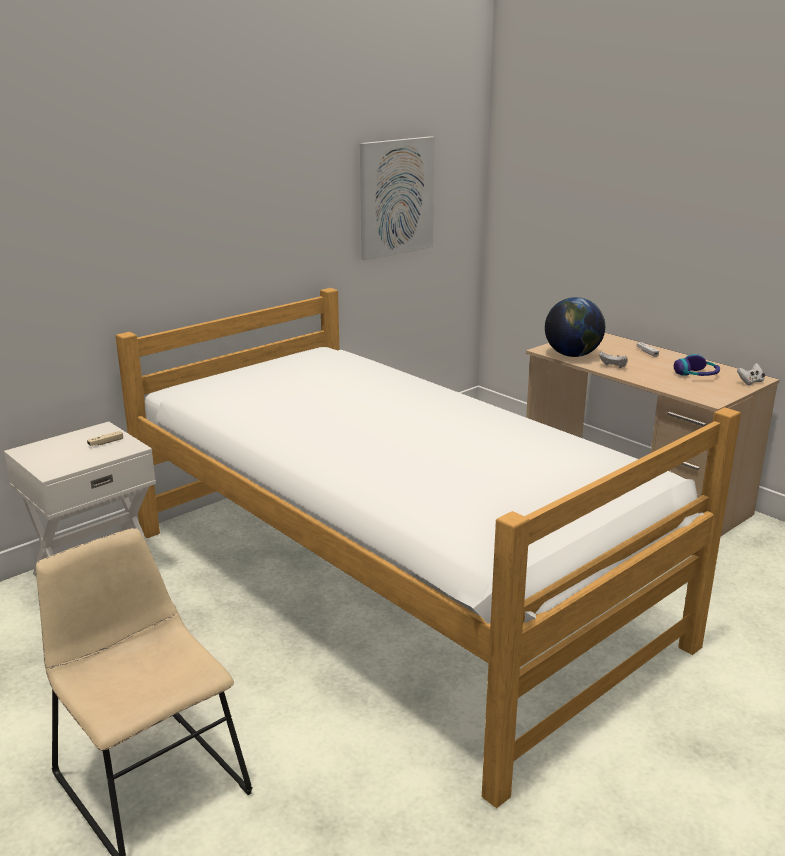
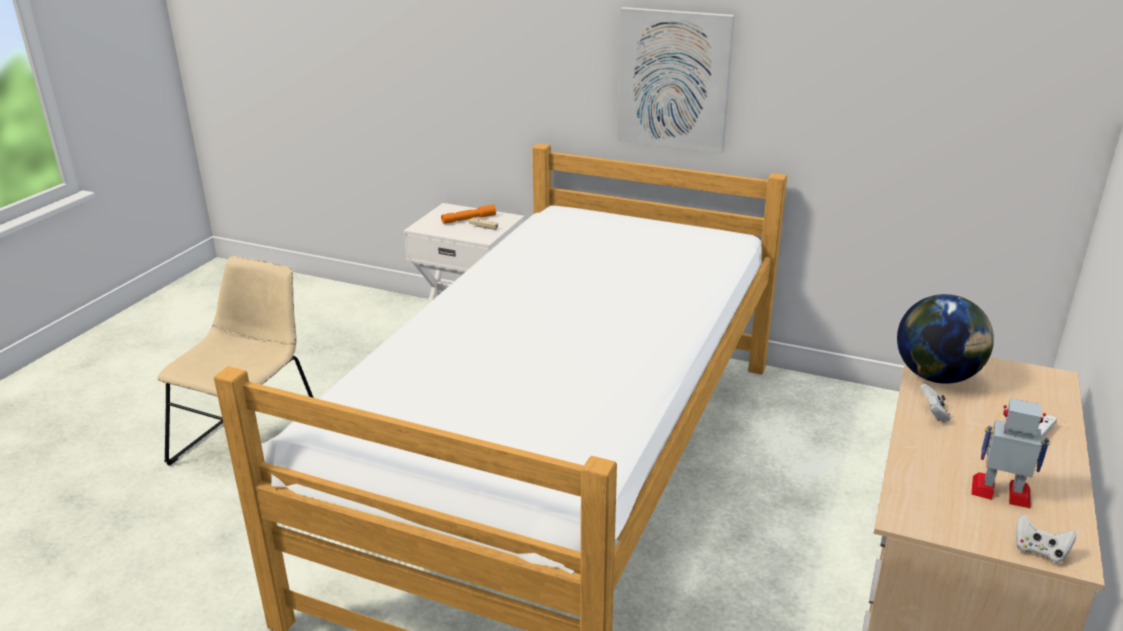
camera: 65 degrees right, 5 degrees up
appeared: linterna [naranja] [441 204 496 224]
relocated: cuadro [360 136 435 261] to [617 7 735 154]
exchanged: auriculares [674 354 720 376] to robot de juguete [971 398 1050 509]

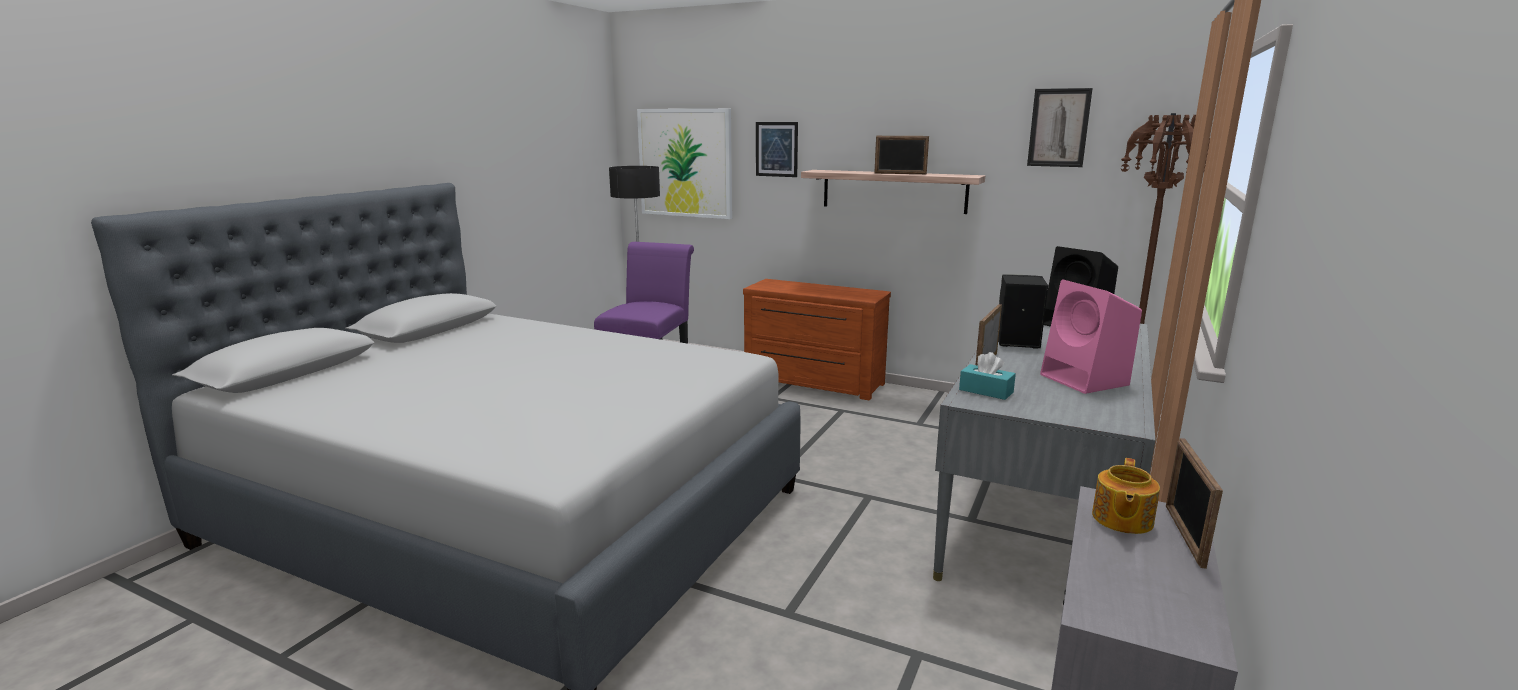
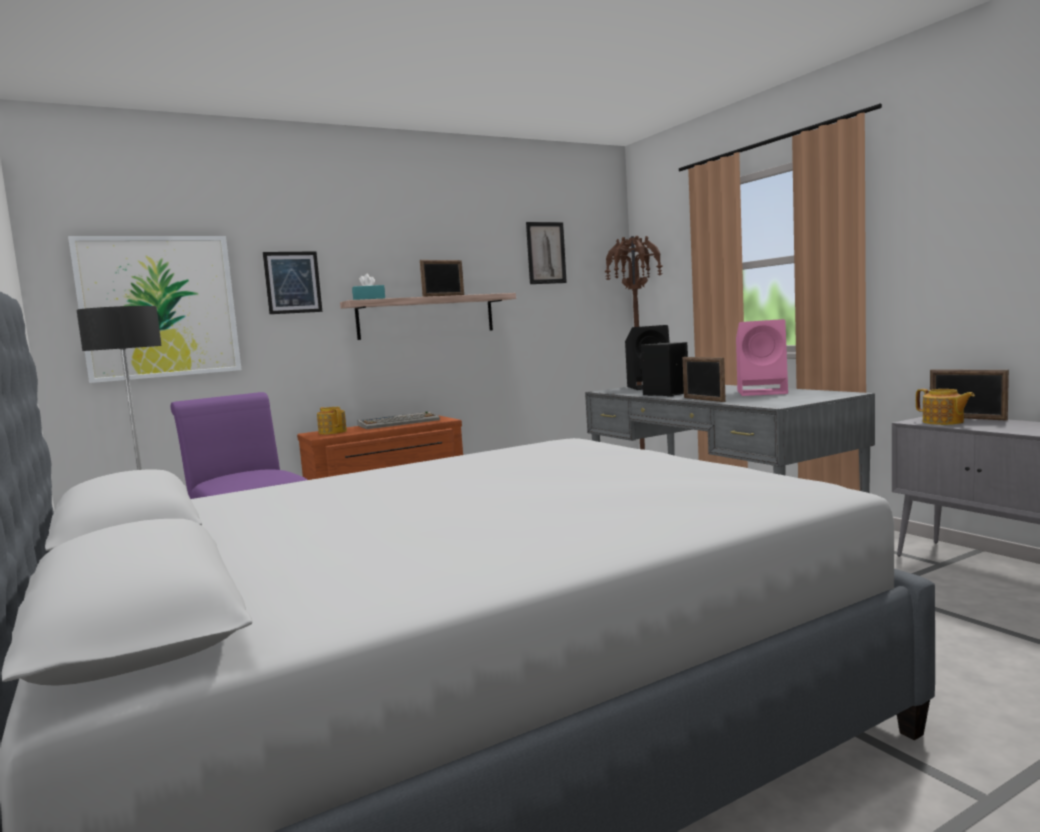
camera: 55 degrees left, 10 degrees down
appeared: tetera [317 407 347 435]; teclado [358 412 440 429]
relocated: caja de pañuelos [turquesa] [959 352 1016 400] to [352 274 385 300]

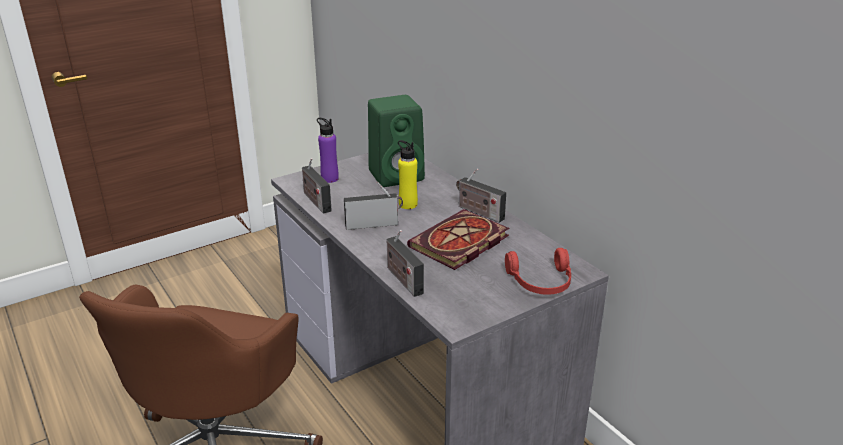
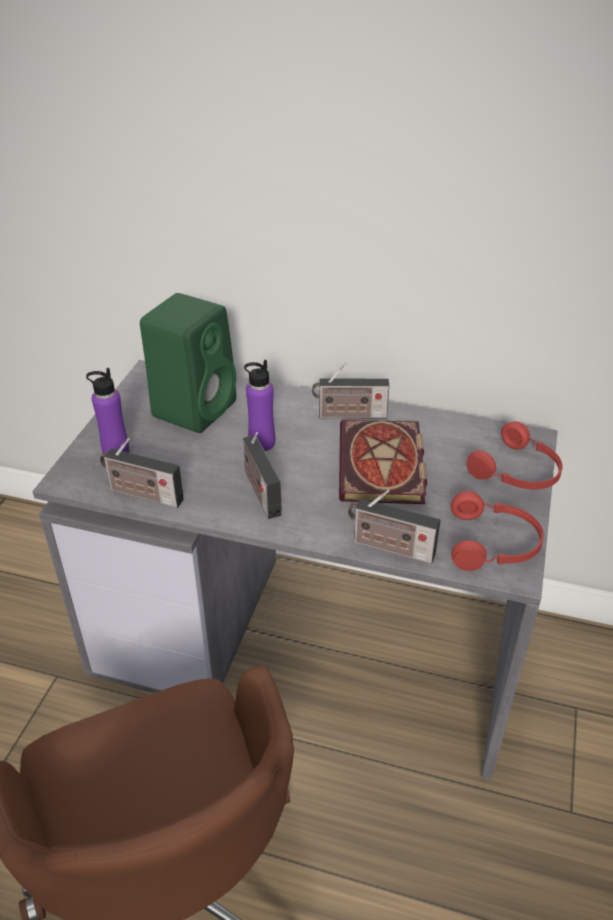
camera: 40 degrees left, 10 degrees up
appeared: auriculares [rojo] [451 491 544 571]
colour: botella [amarillo] [398 140 418 209] to botella [morado] [244 360 275 451]
spun: radio [344 181 403 230] = [243 432 282 519] 60 degrees counterclockwise

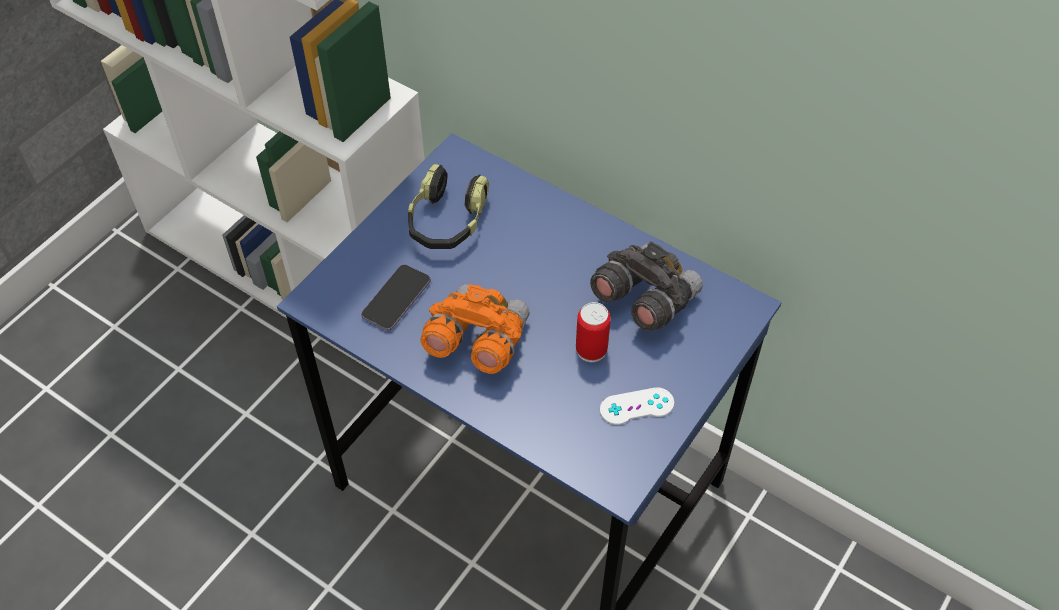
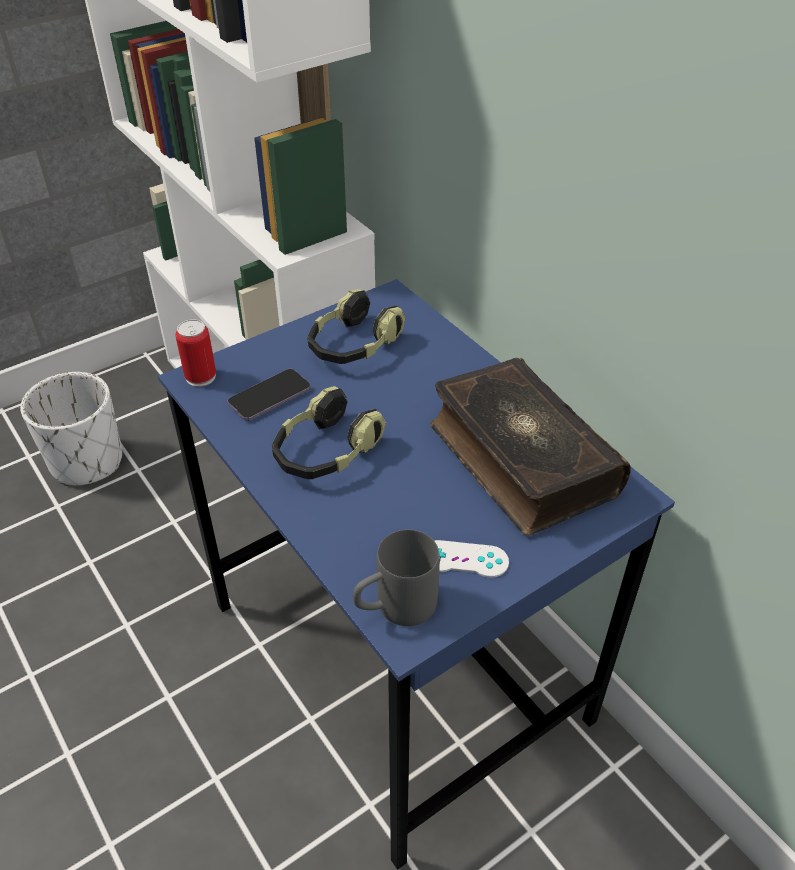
camera: 20 degrees right, 10 degrees down
appeared: maceta [blanco] [20 372 122 486]; taza grande [gris] [353 529 440 626]
relocated: lata [576 302 611 362] to [176 319 216 387]
exchanged: prismáticos [naranja] [420 284 530 374] to auriculares [272 386 386 479]; prismáticos [gris] [590 241 703 331] to libro [430 358 631 536]

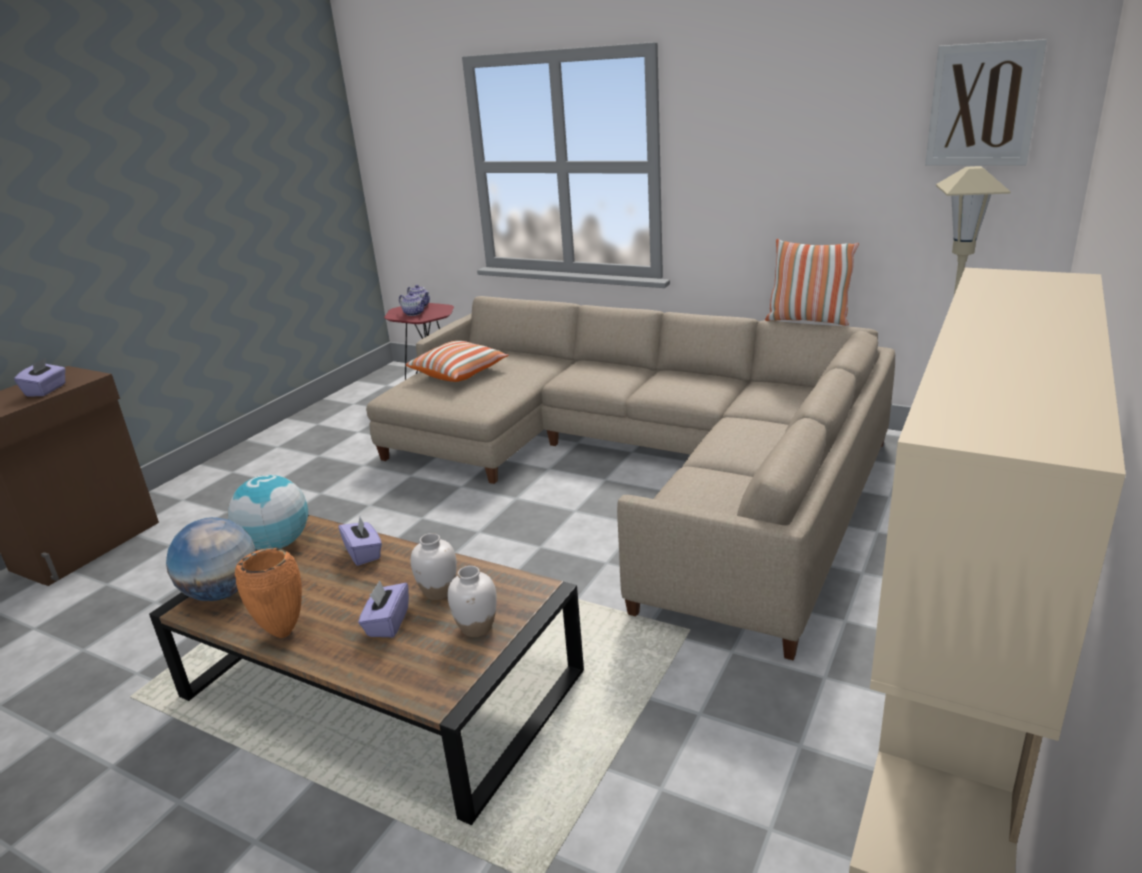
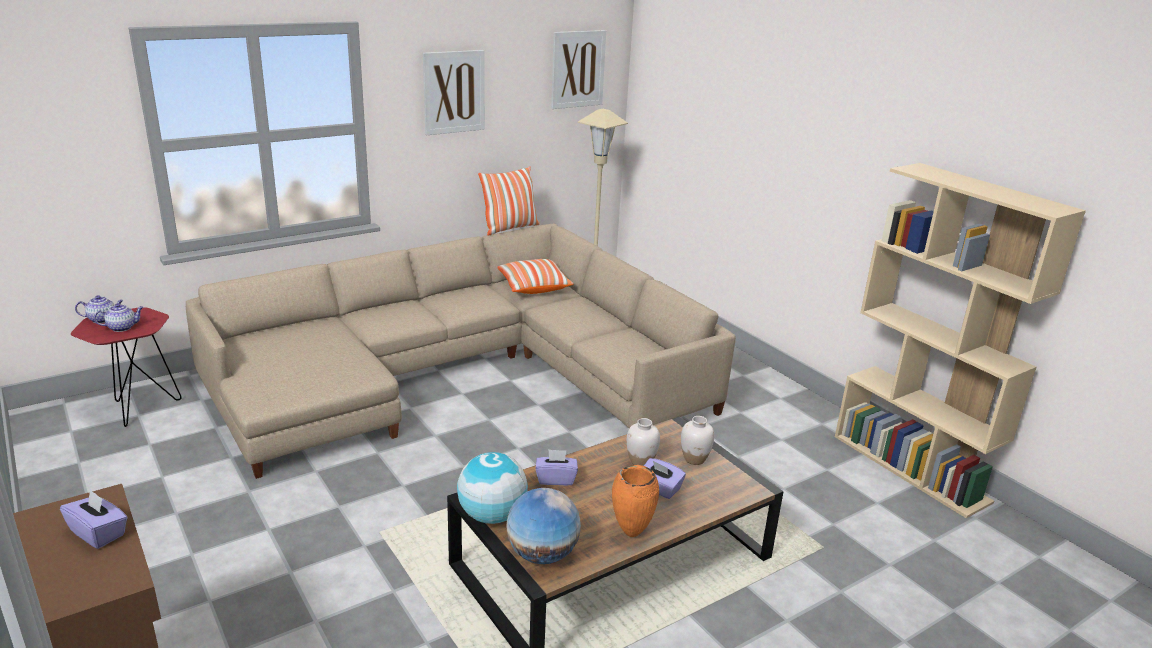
camera: 65 degrees left, 0 degrees up
appeared: cuadro [423 50 485 135]
relocated: cojín [406 341 509 382] to [498 259 574 294]

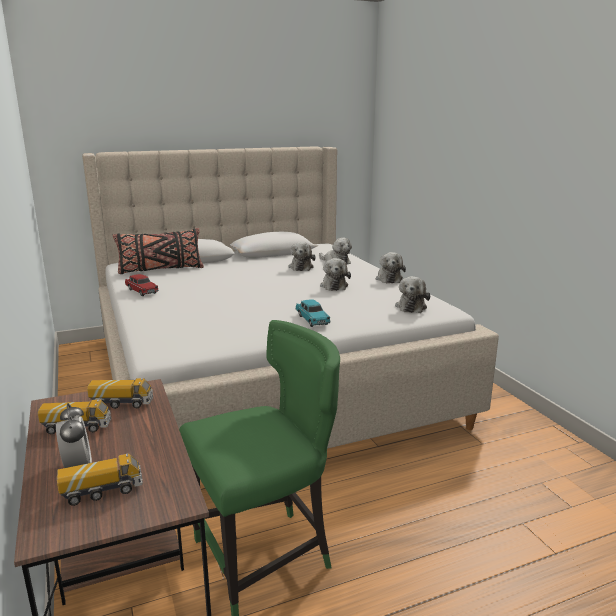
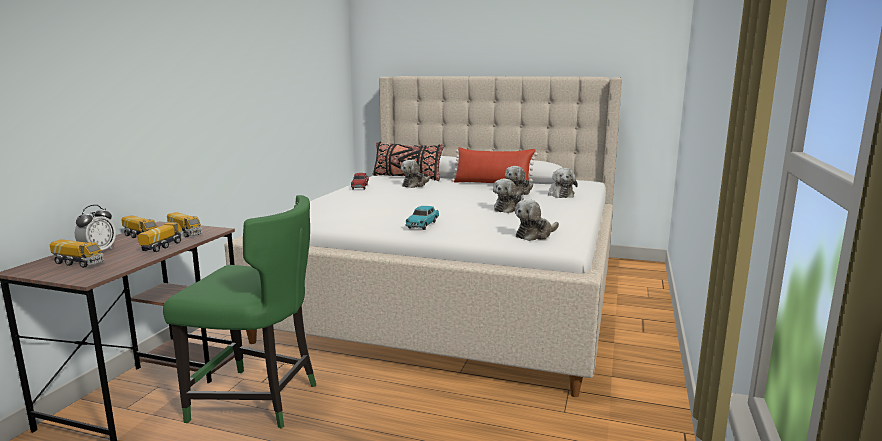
camera: 40 degrees right, 5 degrees down
appeared: camión de juguete [138 222 184 252]; cojín [rojo] [451 147 538 186]
relocated: peluche [376 252 406 283] to [401 160 430 188]

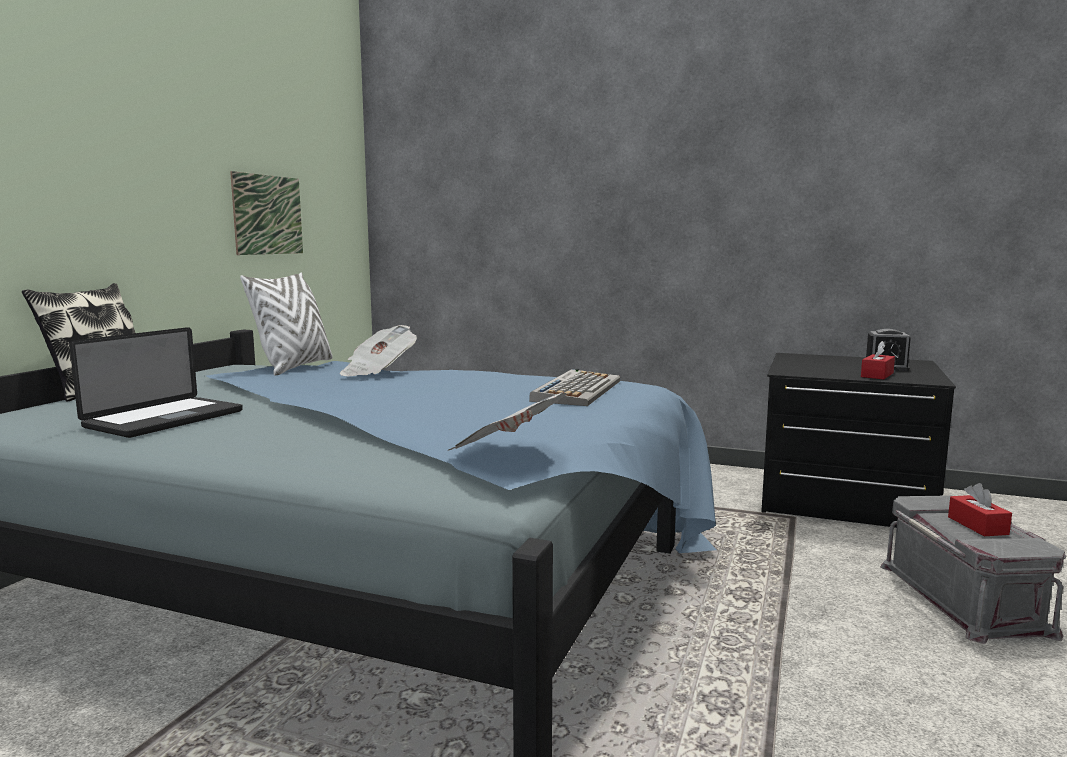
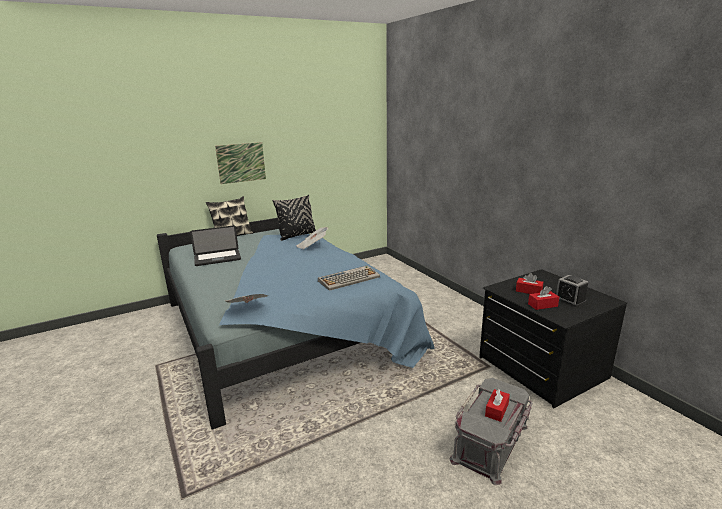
camera: 40 degrees right, 10 degrees up
appeared: caja de pañuelos [rojo] [516 273 543 294]
relocated: cuadro [230 171 303 255] to [215 142 266 184]
colour: cojín [blanco] [240 273 333 375] to cojín [negro] [272 195 316 241]

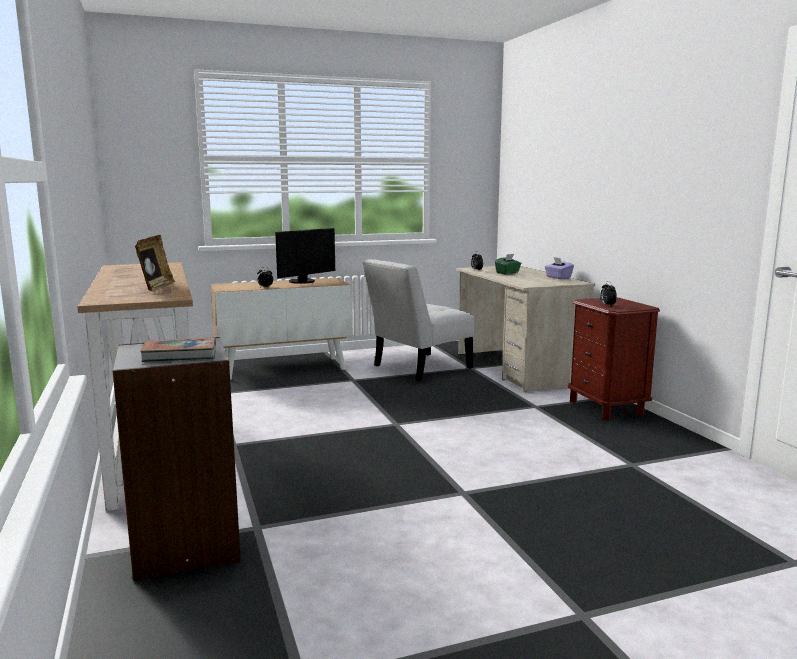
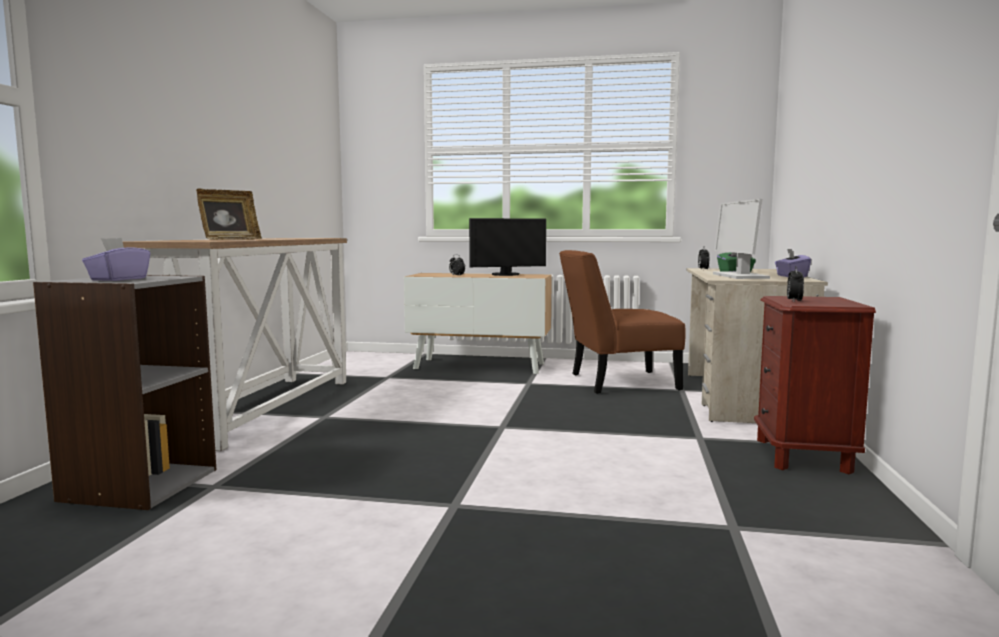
camera: 30 degrees right, 5 degrees down
appeared: monitor [713 199 770 279]
exchanged: libro [140 338 216 362] to caja de pañuelos [morado] [82 238 150 281]
colour: silla [blanco] [363 259 475 381] to silla [marrón] [559 250 685 394]

